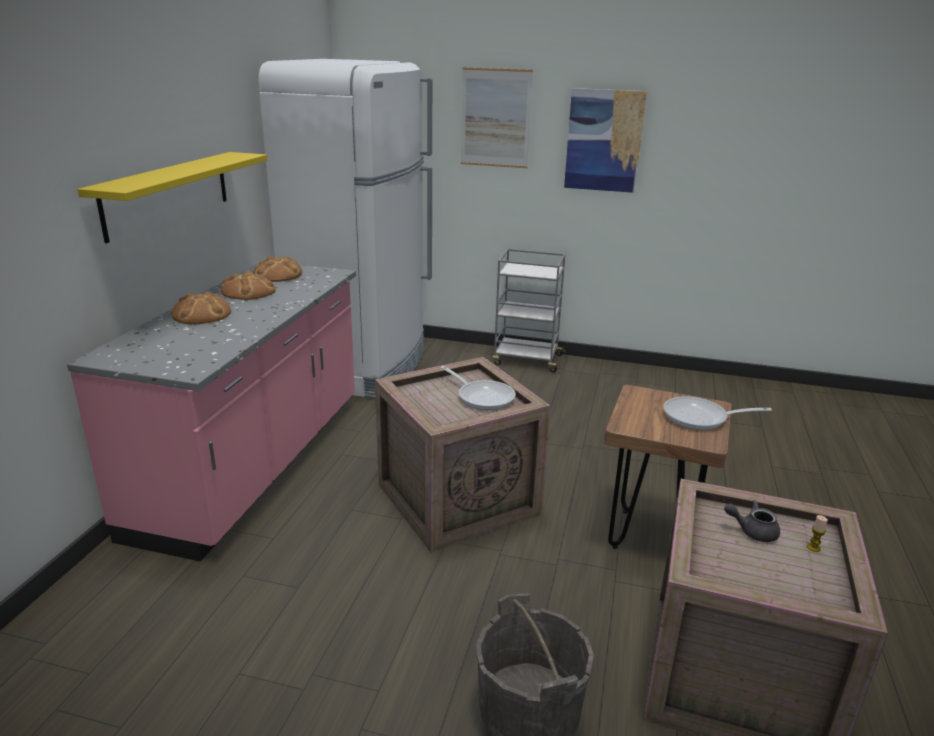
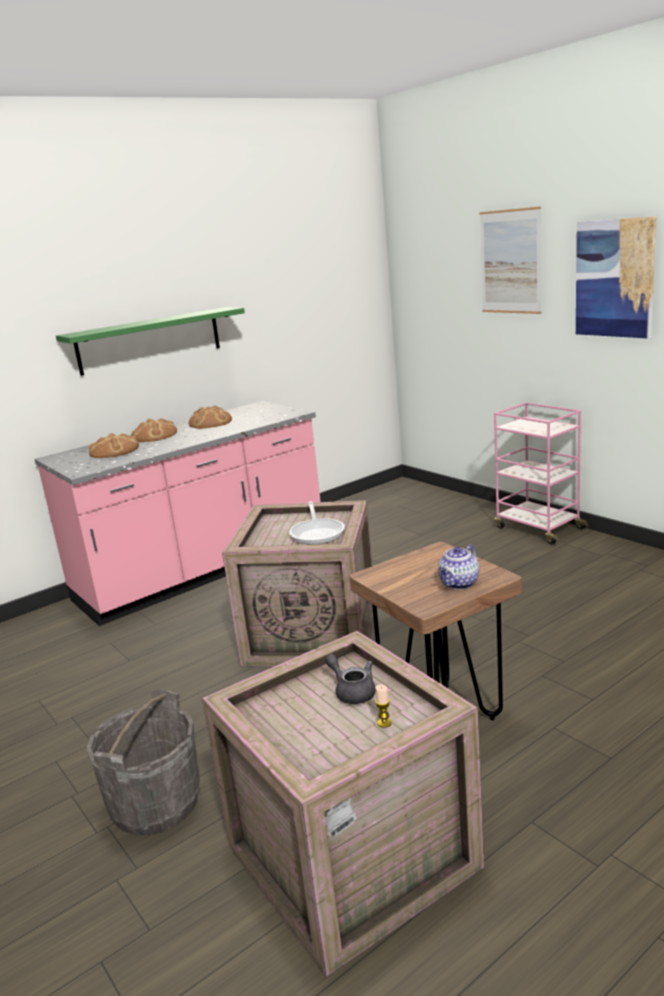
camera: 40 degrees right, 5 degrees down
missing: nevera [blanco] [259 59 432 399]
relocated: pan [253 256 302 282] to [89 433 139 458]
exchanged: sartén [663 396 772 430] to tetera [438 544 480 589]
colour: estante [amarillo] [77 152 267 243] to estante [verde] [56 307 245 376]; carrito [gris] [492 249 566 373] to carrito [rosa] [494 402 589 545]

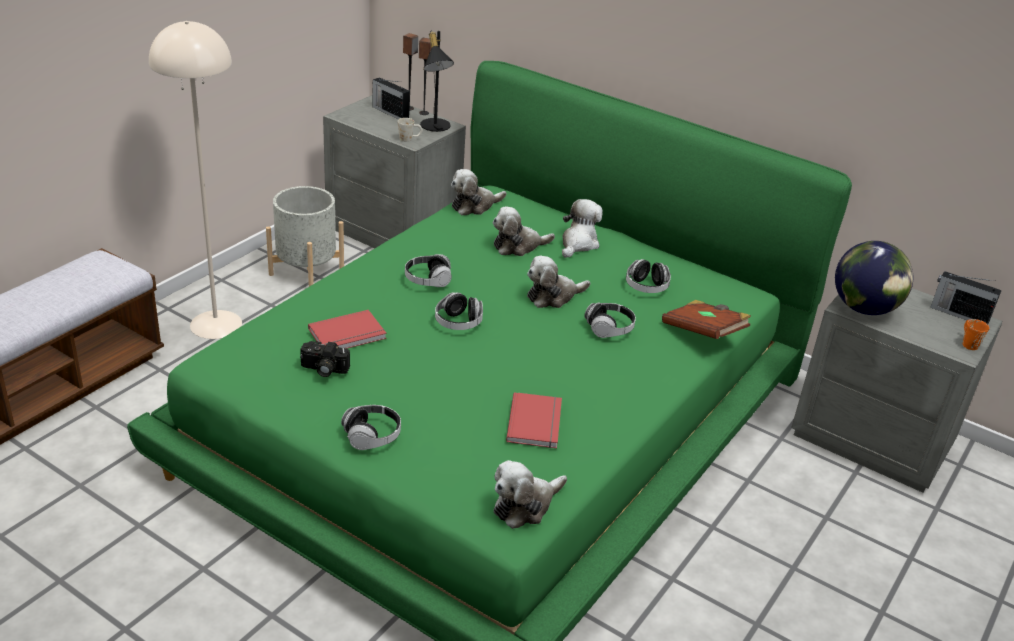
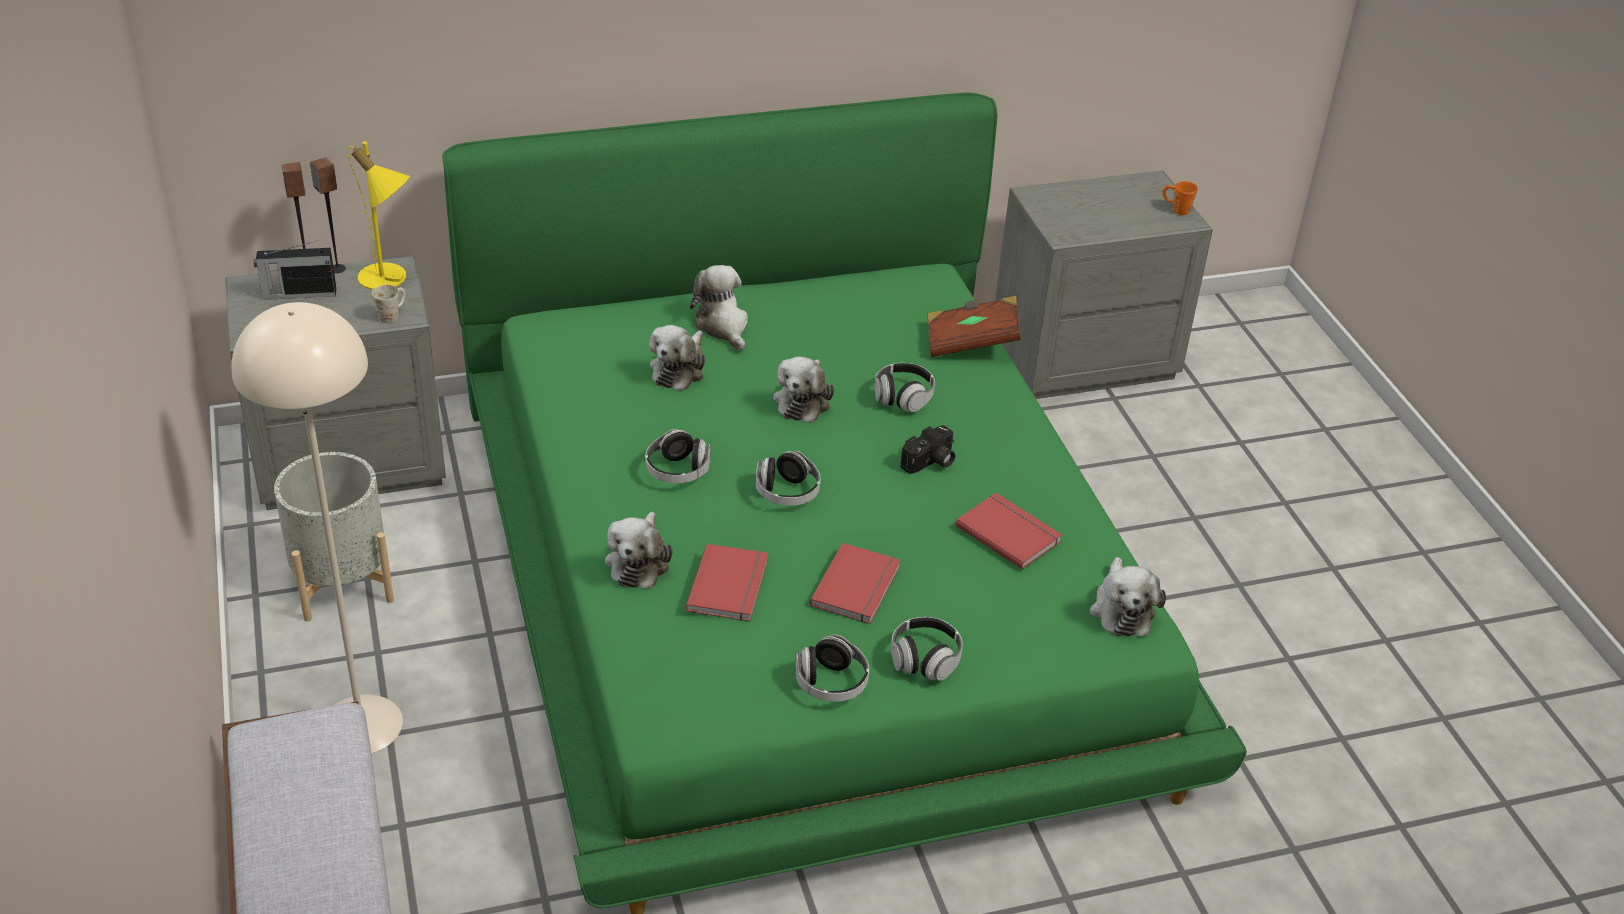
camera: 50 degrees left, 5 degrees up
missing: globo terráqueo [835 241 913 315]; radio [930 271 1002 324]
appeared: libro [rojo] [810 543 901 624]
relocated: cámara [300 341 350 377] to [900 425 955 474]; peluche [451 169 506 215] to [605 512 673 589]; auriculares [626 259 671 293] to [795 634 869 702]
colour: lámpara de mesa [negro] [420 31 454 132] to lámpara de mesa [amarillo] [347 142 410 290]

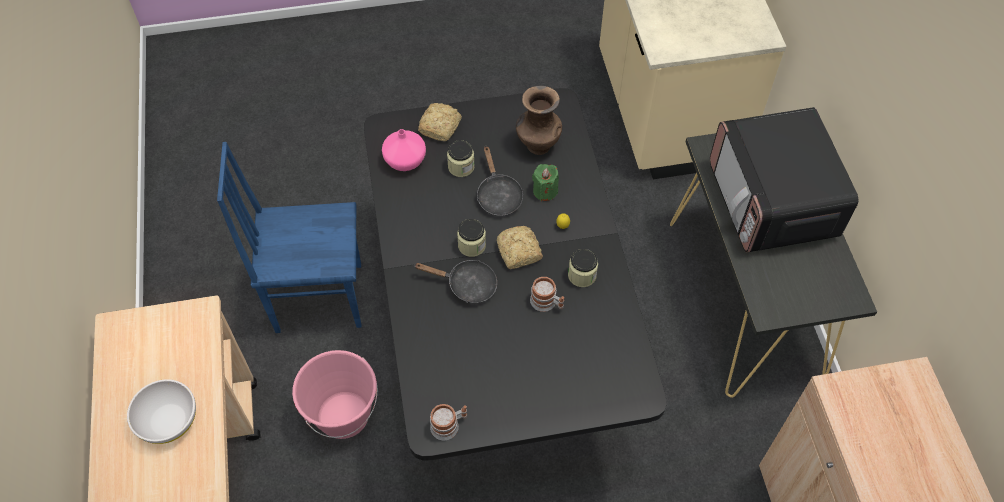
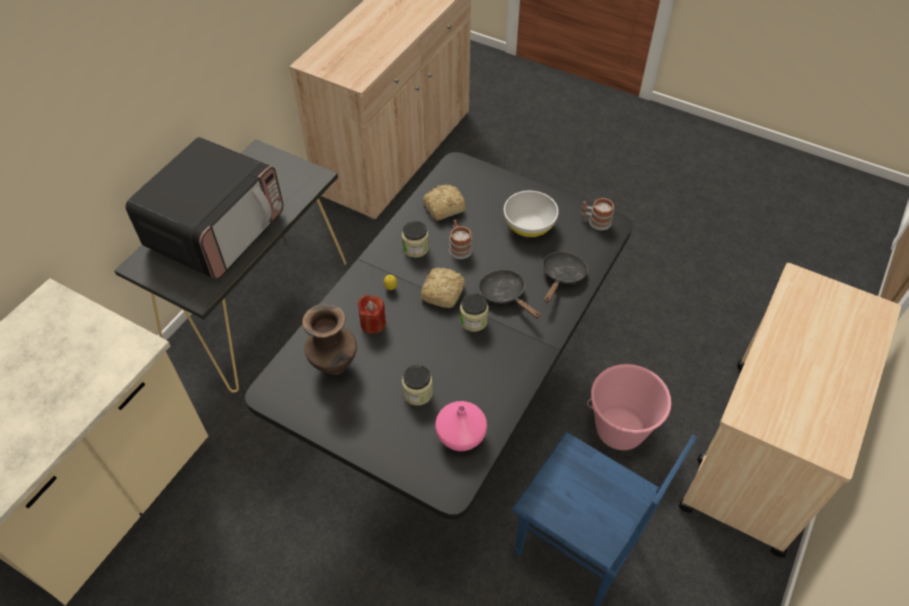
camera: 140 degrees left, 5 degrees down
relocated: cuenco [blanco] [127 379 196 444] to [504 191 559 237]; pan [418 103 462 141] to [423 184 466 221]; sartén [negro] [477 147 523 216] to [543 252 588 303]
colour: vela [verde] [532 164 559 201] to vela [rojo] [358 295 386 334]

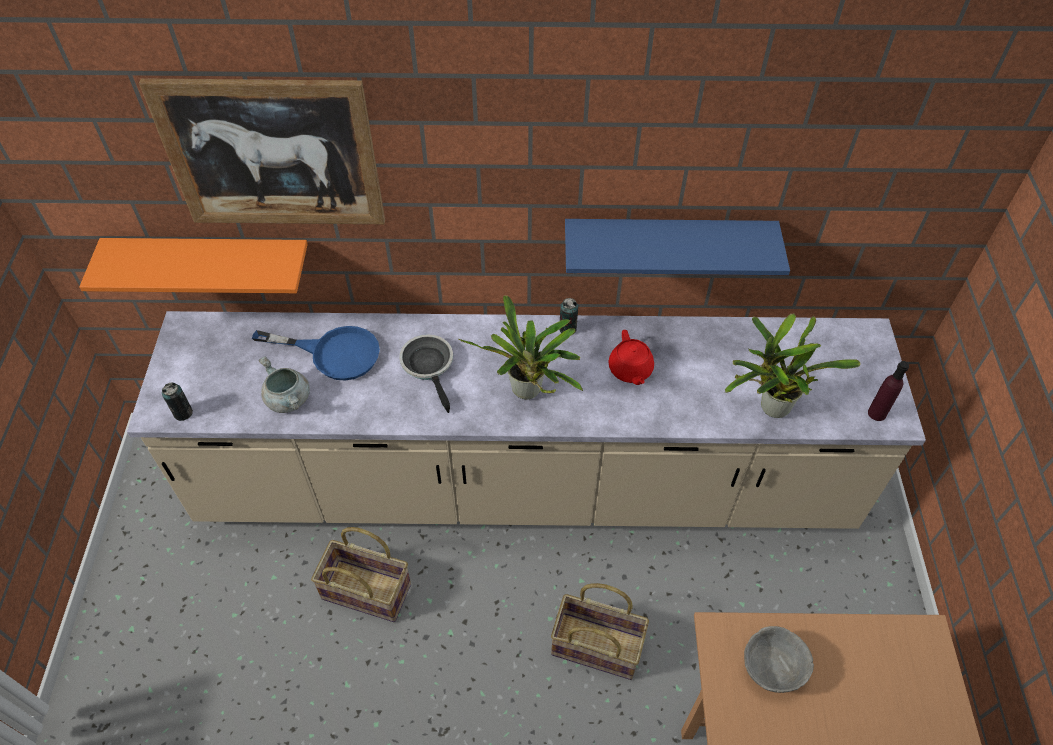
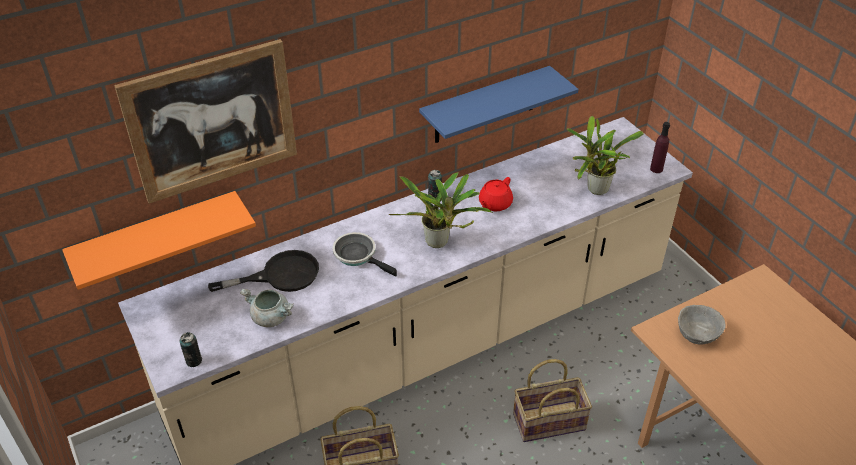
camera: 30 degrees left, 10 degrees down
colour: sartén [azul] [252 326 380 381] to sartén [negro] [208 250 319 292]
spun: tetera [rojo] [608 330 654 385] = [479 177 513 211] 75 degrees clockwise

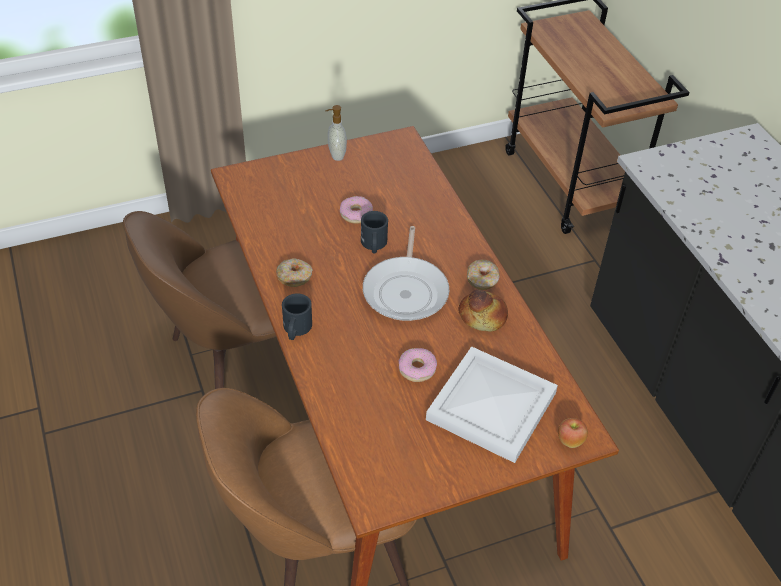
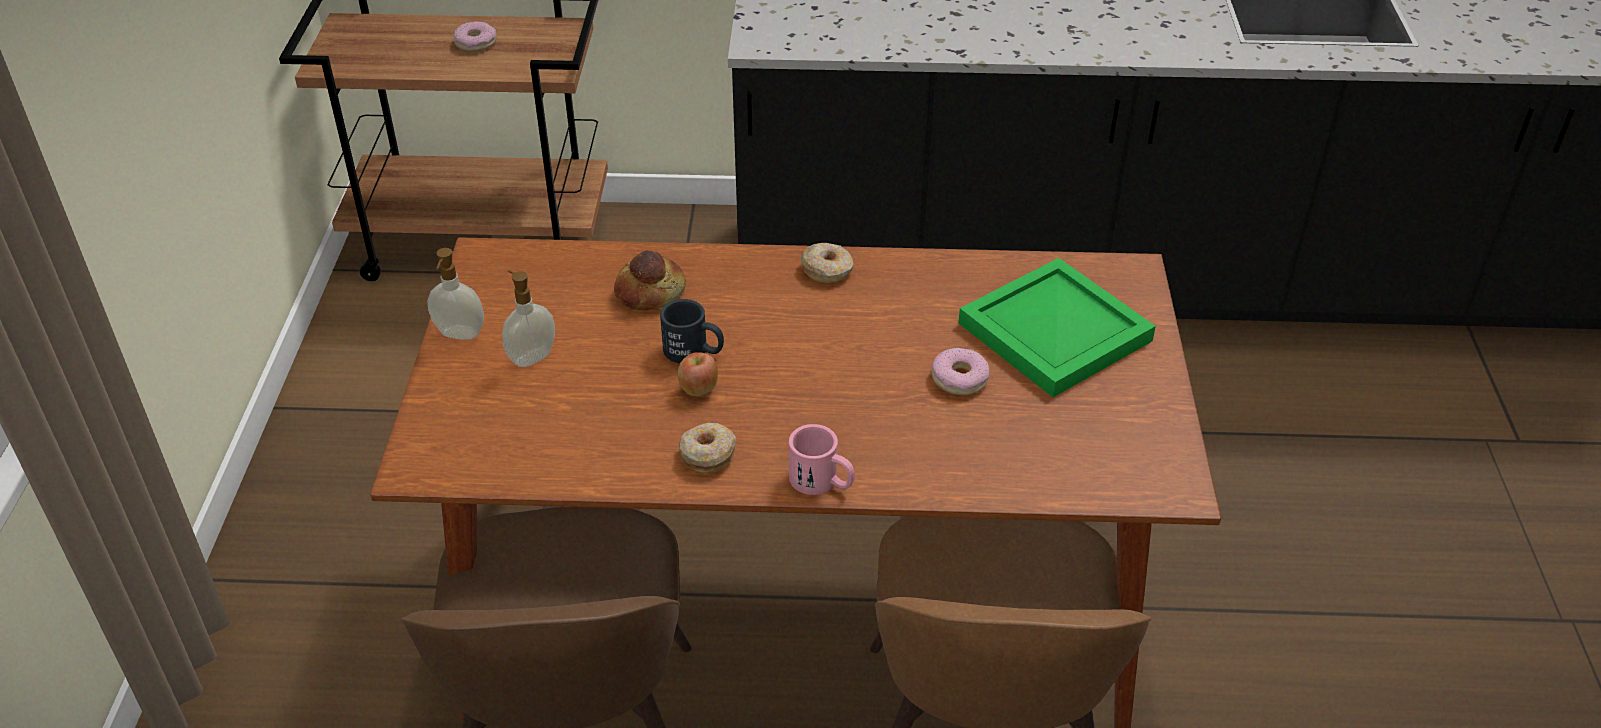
camera: 65 degrees left, 5 degrees down
missing: sartén [363 226 449 321]
appeared: dispensador de jabón [502 270 555 367]
relocated: rosquilla [340 196 373 224] to [453 21 497 52]; pan [458 289 508 332] to [614 250 686 310]; manzana [558 418 588 448] to [678 352 718 396]
colour: taza grande [negro] [282 293 312 340] to taza grande [rosa] [789 424 855 495]; bandeja [blanco] [426 346 558 463] to bandeja [verde] [958 258 1156 397]

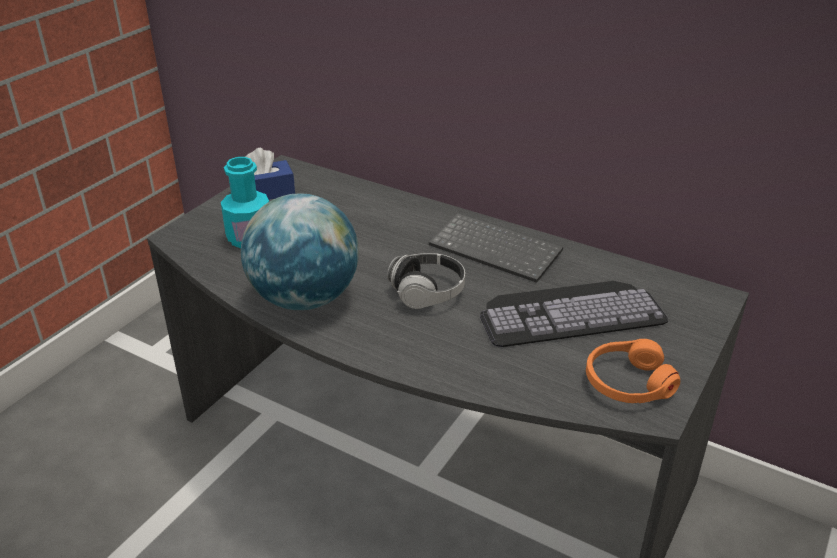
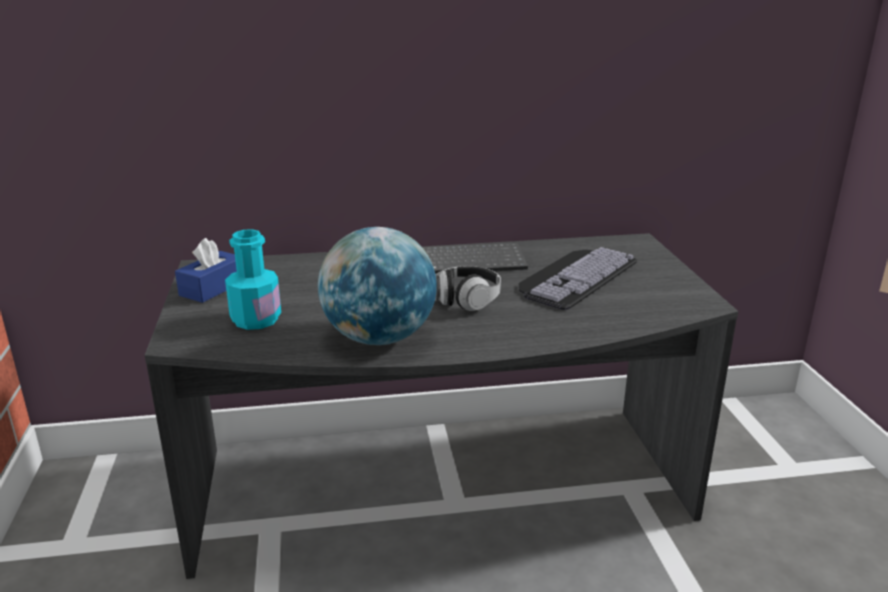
camera: 40 degrees left, 10 degrees down
missing: auriculares [naranja] [586 339 680 403]

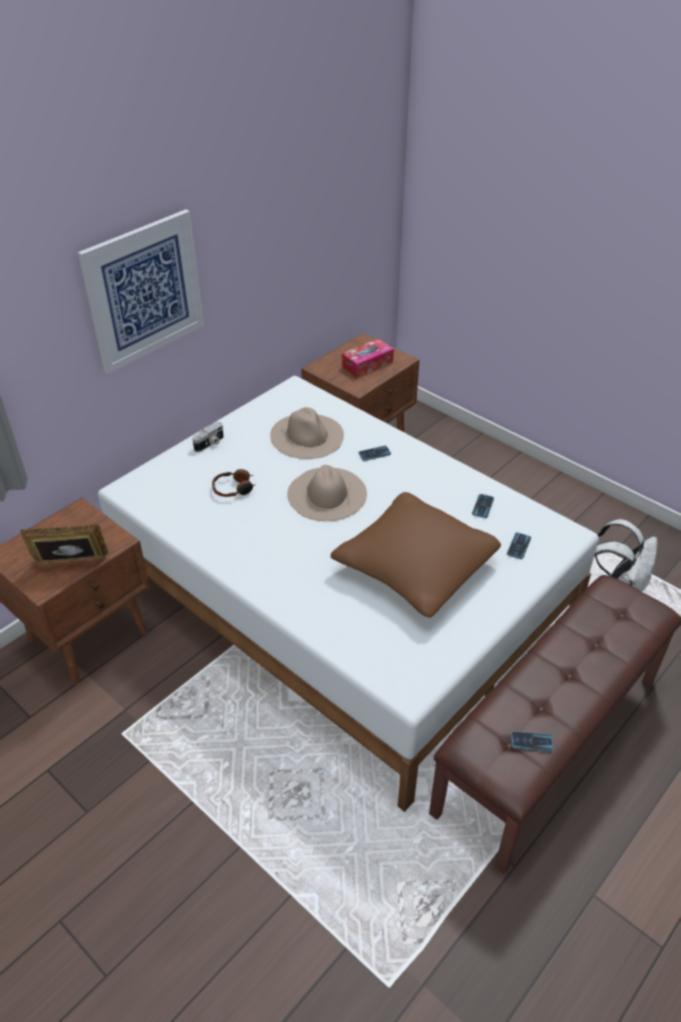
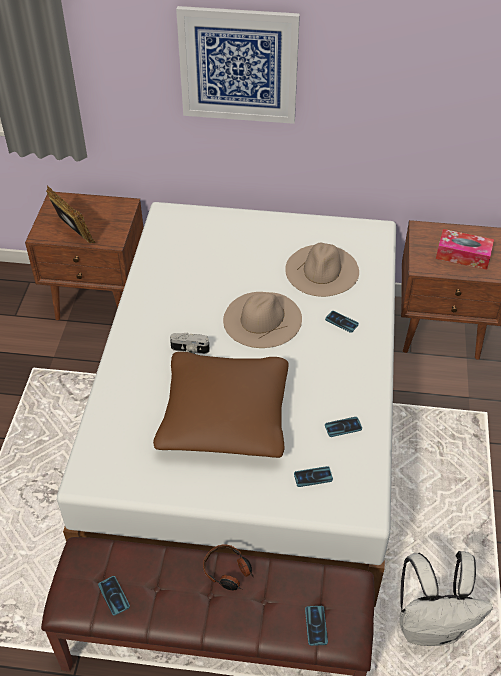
camera: 55 degrees right, 5 degrees up
appeared: móvil [305 606 328 646]
relocated: cámara [192 422 224 452] to [170 333 210 354]; auriculares [212 469 256 497] to [203 545 254 590]

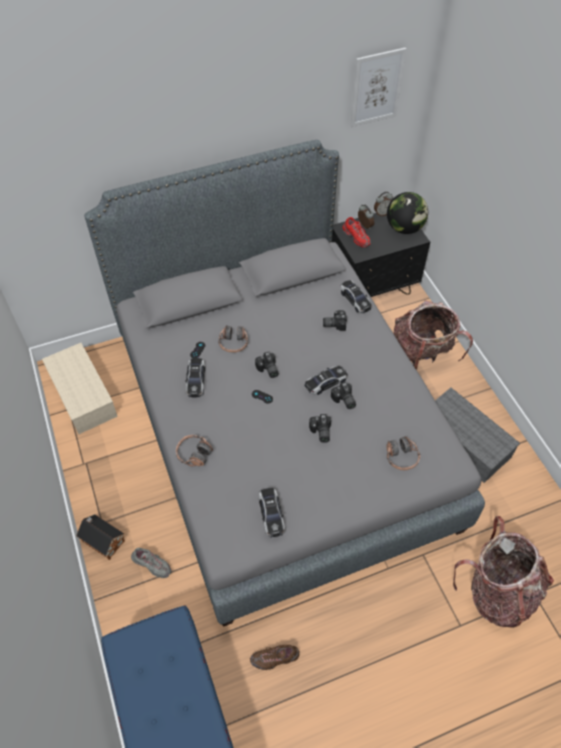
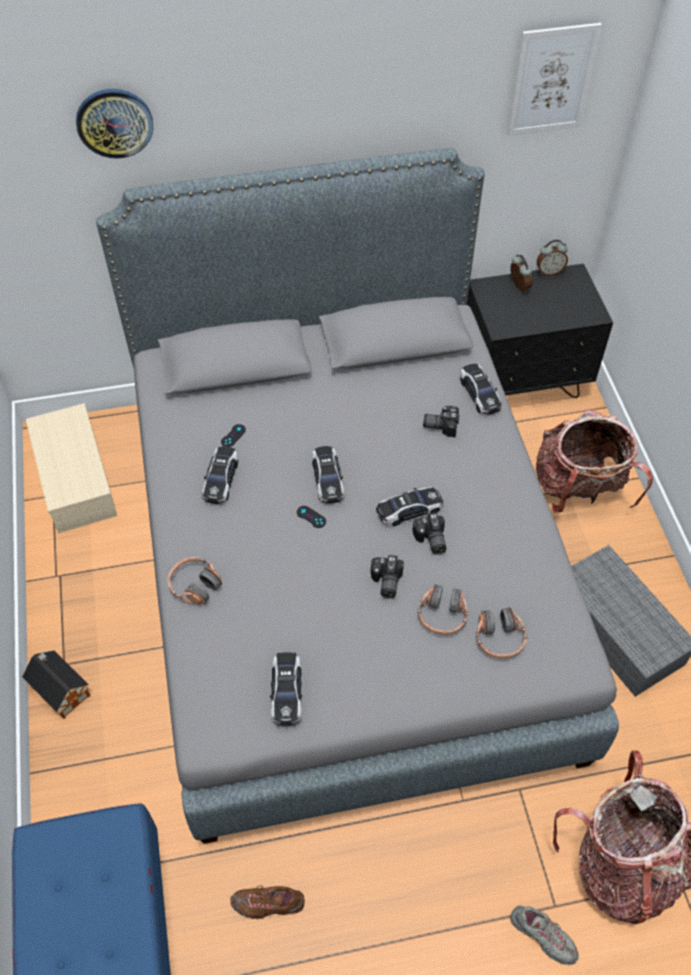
camera: 10 degrees right, 0 degrees up
missing: zapato [rojo] [342 217 371 247]; globo terráqueo [387 192 428 234]
appeared: reloj de pared [76 89 153 159]
relocated: zapato [gris] [131 548 172 578] to [510 906 579 965]; auriculares [218 325 248 352] to [418 584 468 635]
exchanged: cámara [255 352 279 378] to coche de juguete [312 446 345 504]

